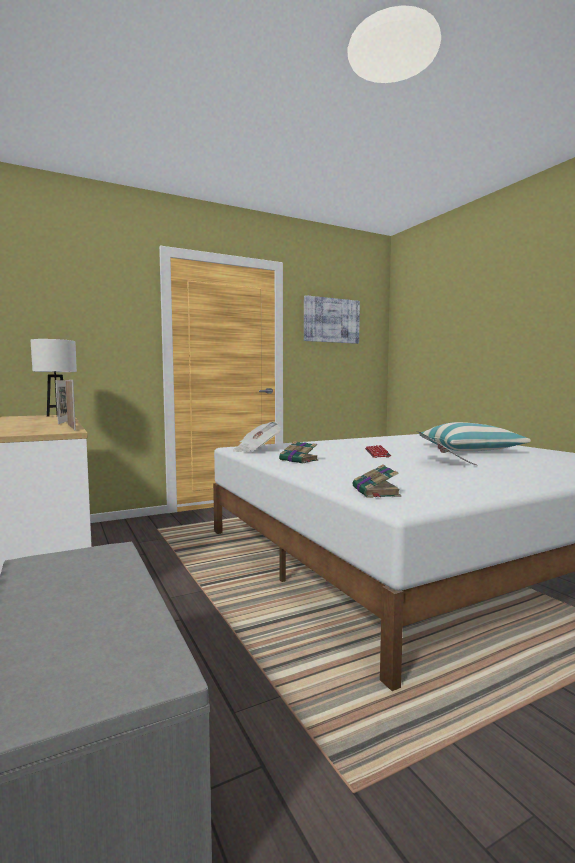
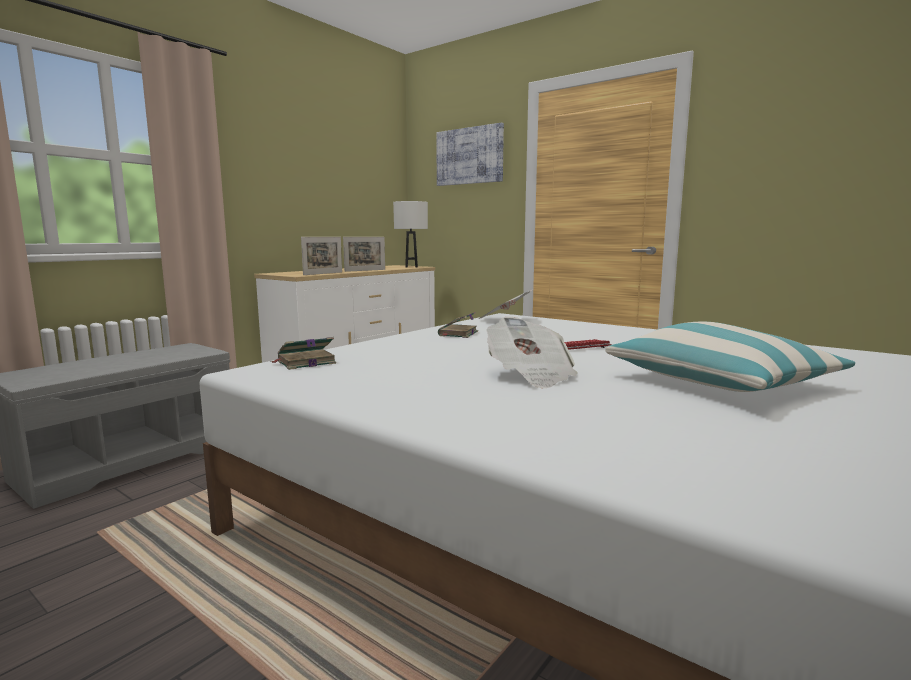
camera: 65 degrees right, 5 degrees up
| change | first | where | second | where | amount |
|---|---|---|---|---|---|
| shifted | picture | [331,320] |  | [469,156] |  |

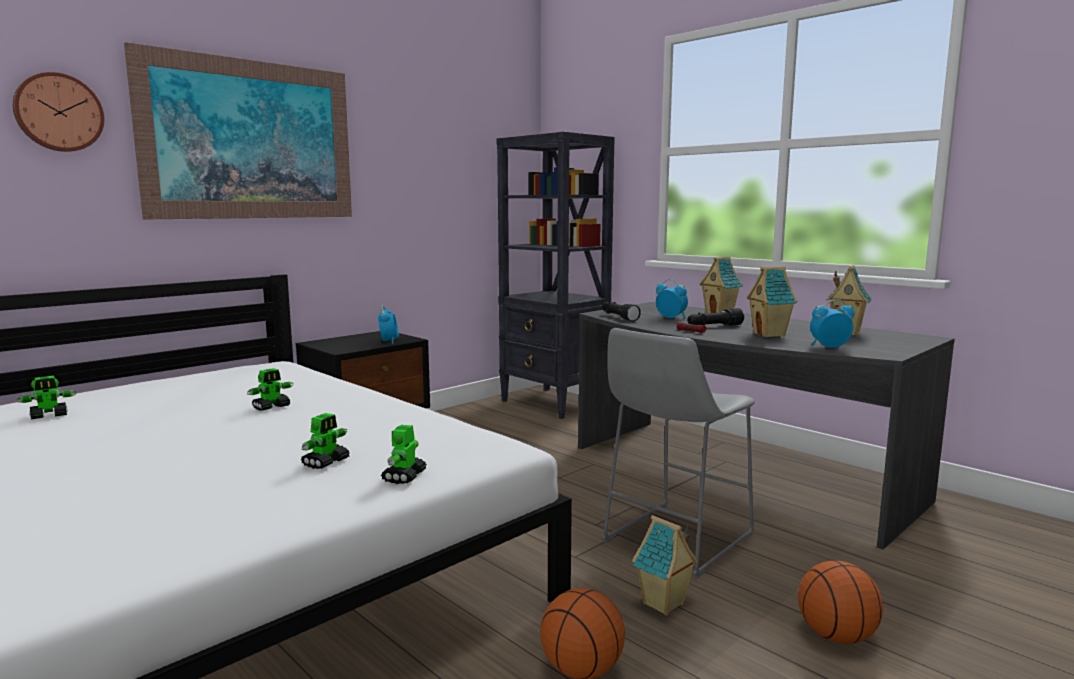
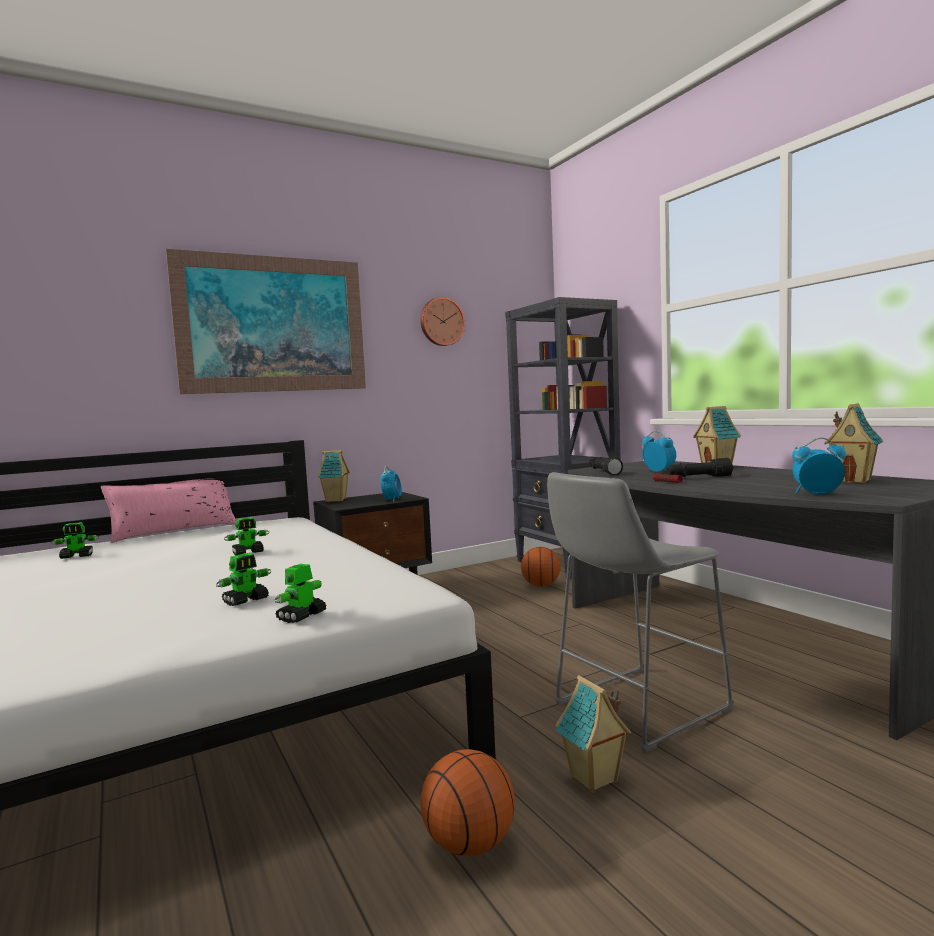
camera: 15 degrees right, 5 degrees down
| change | first | where | second | where | amount |
|---|---|---|---|---|---|
| shifted | wall clock | [58,113] |  | [441,322] |  |
| shifted | toy house | [770,334] |  | [336,500] |  |
| shifted | basketball | [836,636] |  | [541,585] |  |
| new |  |  | pink pillow | [174,530] |  |

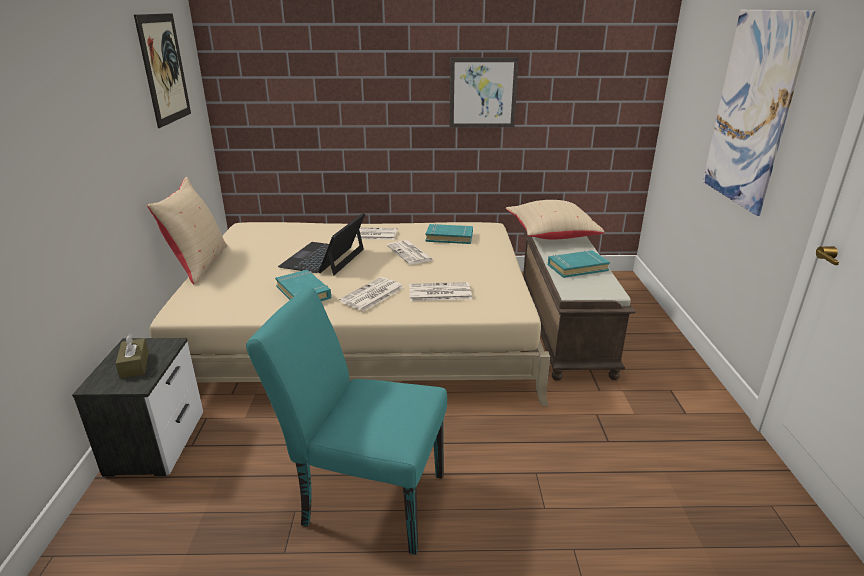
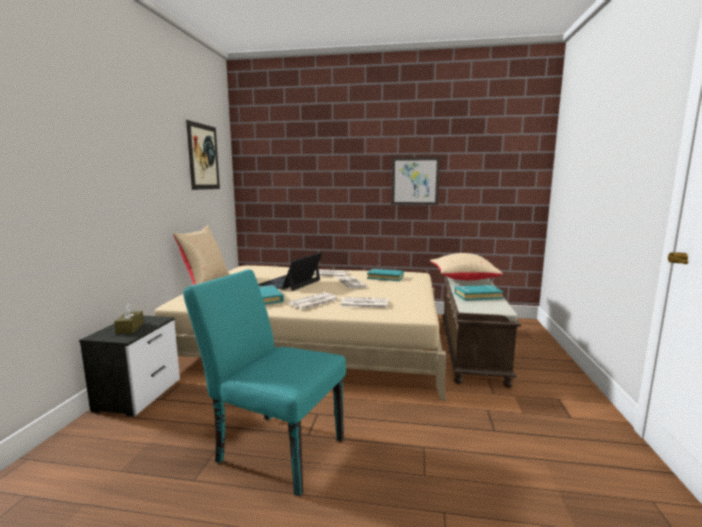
camera: 10 degrees right, 15 degrees down
| change | first | where | second | where | amount |
|---|---|---|---|---|---|
| gone | picture | [751,110] |  |  |  |

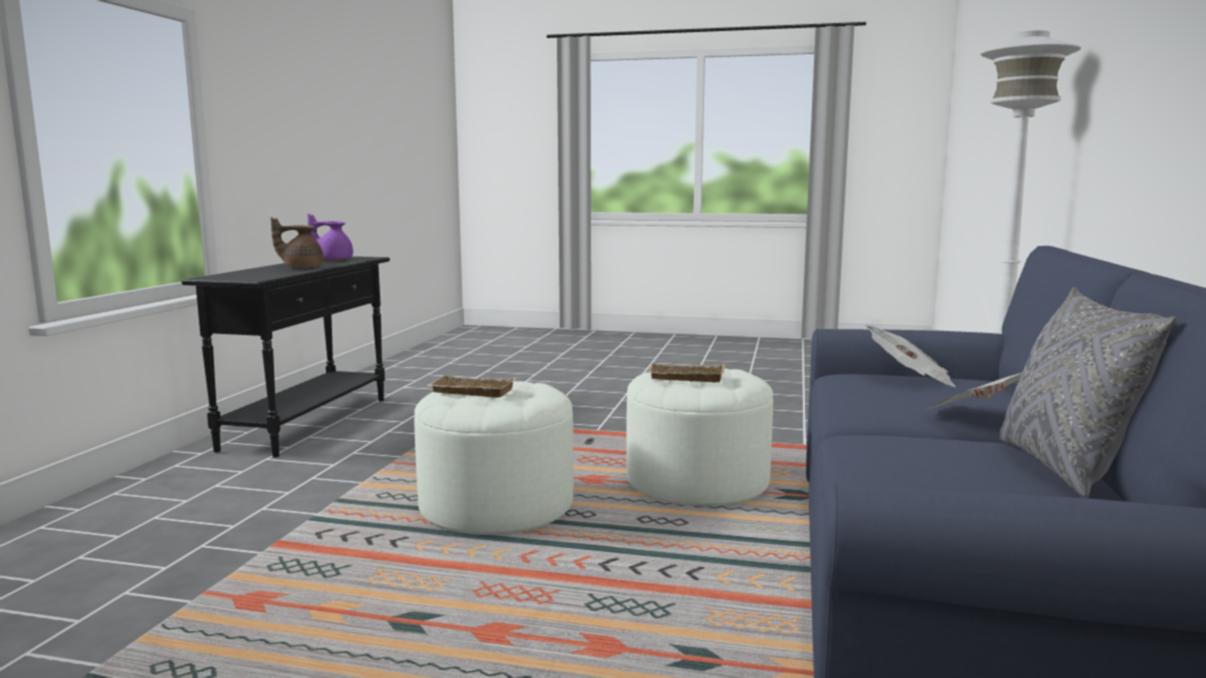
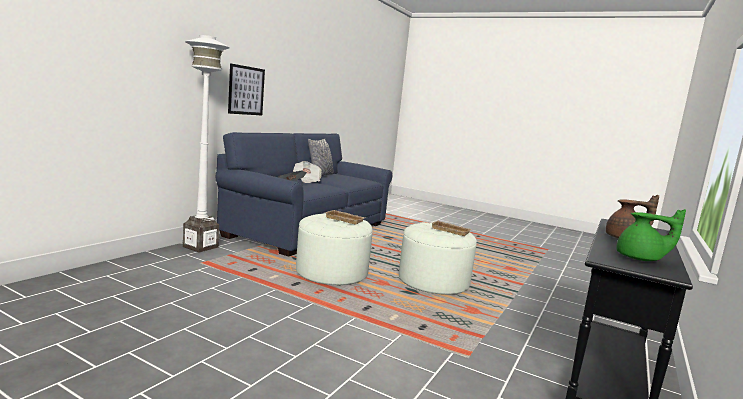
camera: 165 degrees left, 0 degrees up
| change | first | where | second | where | amount |
|---|---|---|---|---|---|
| repainted | purple teapot | [333,259] | green teapot | [640,259] |  |
| new |  |  | picture | [246,90] |  |

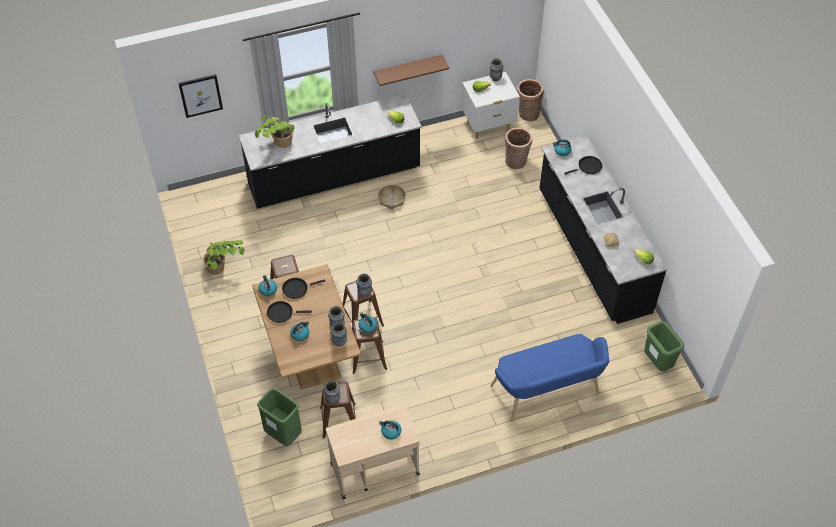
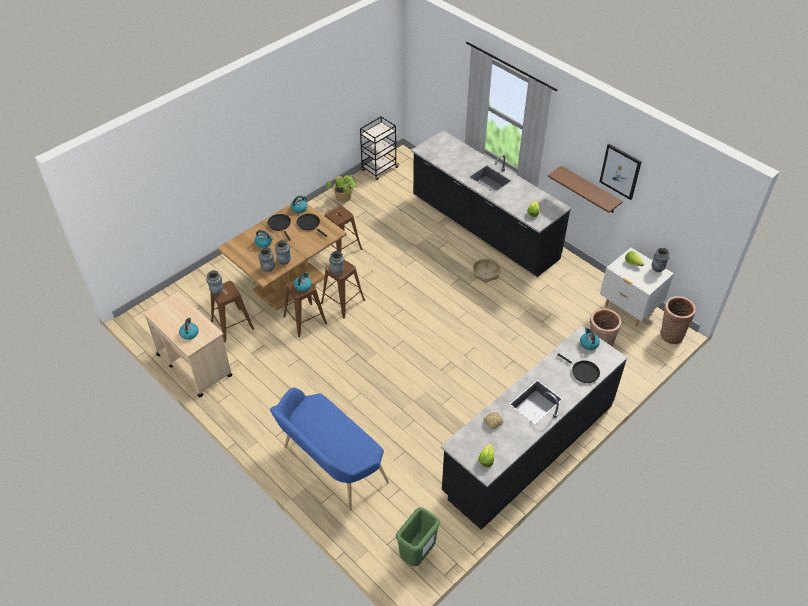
camera: 65 degrees right, 5 degrees down
| change | first | where | second | where | amount |
|---|---|---|---|---|---|
| shifted | picture | [200,95] |  | [620,171] |  |
| gone | potted plant | [277,147] |  |  |  |
| gone | green trash can | [283,434] |  |  |  |
| new |  |  | black cart | [379,169] |  |

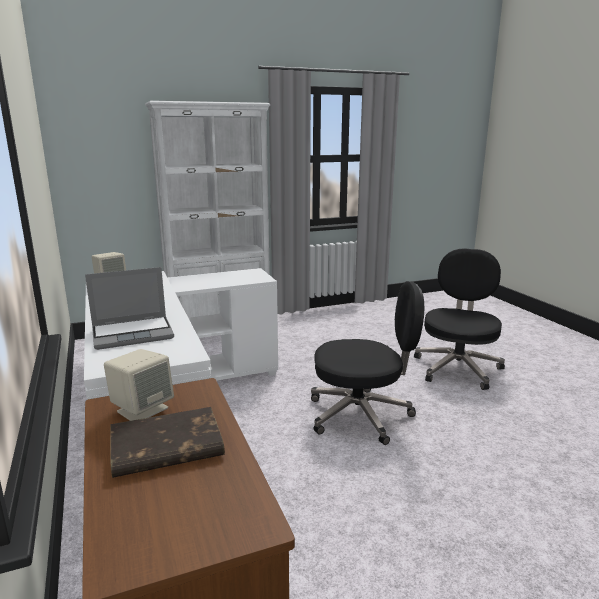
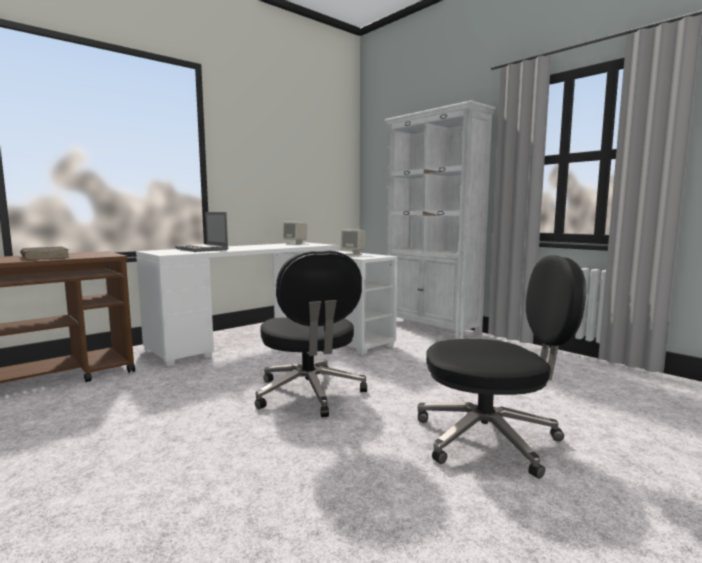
camera: 70 degrees right, 10 degrees down
| change | first | where | second | where | amount |
|---|---|---|---|---|---|
| shifted | beige speaker | [142,409] |  | [353,254] |  |

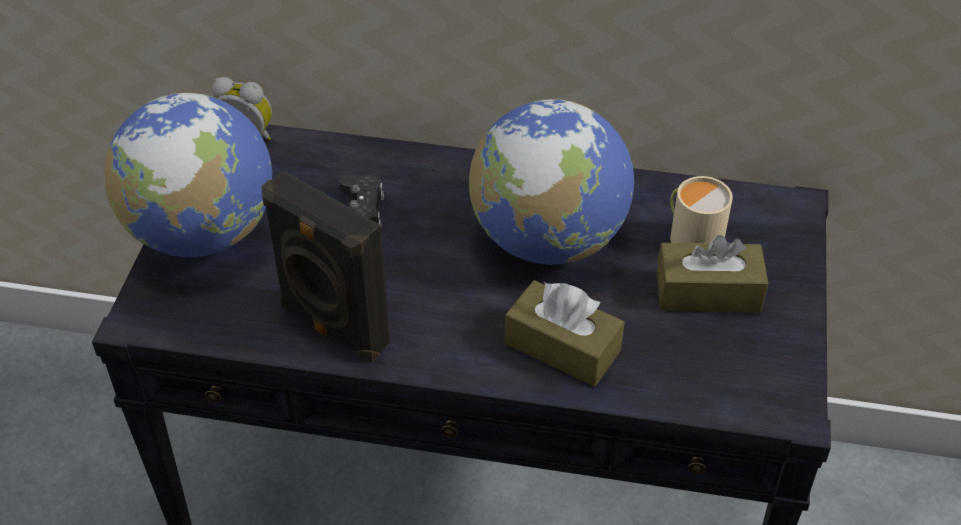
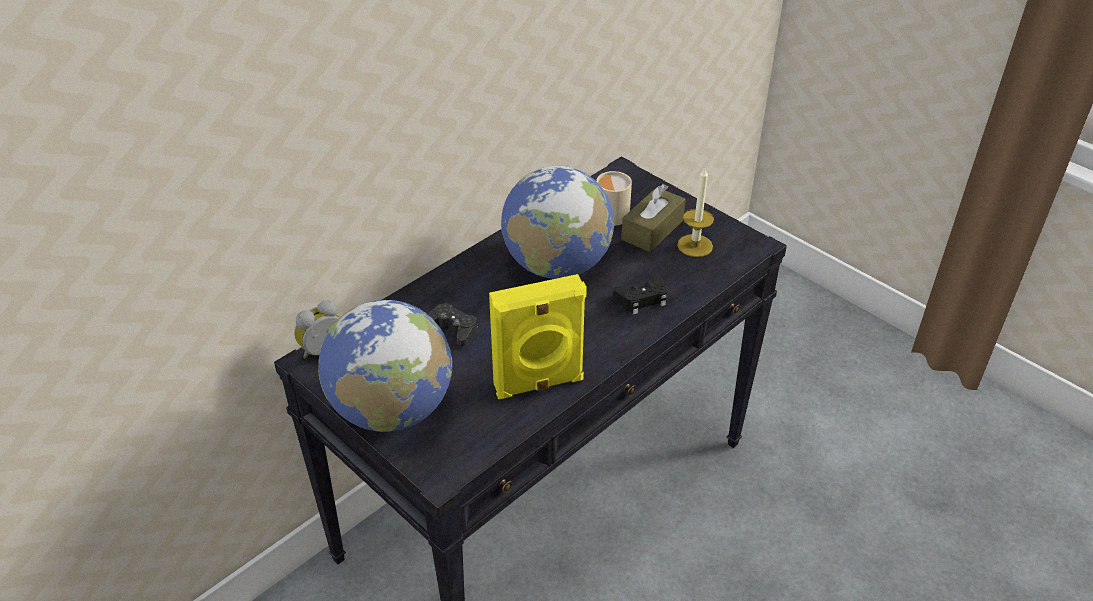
camera: 55 degrees left, 5 degrees down
| change | first | where | second | where | amount |
|---|---|---|---|---|---|
| repainted | black speaker | [332,327] | yellow speaker | [539,384] |  |
| swapped | brown tissue box | [562,347] | black game controller | [642,299] |  |
| new |  |  | candle | [695,245] |  |

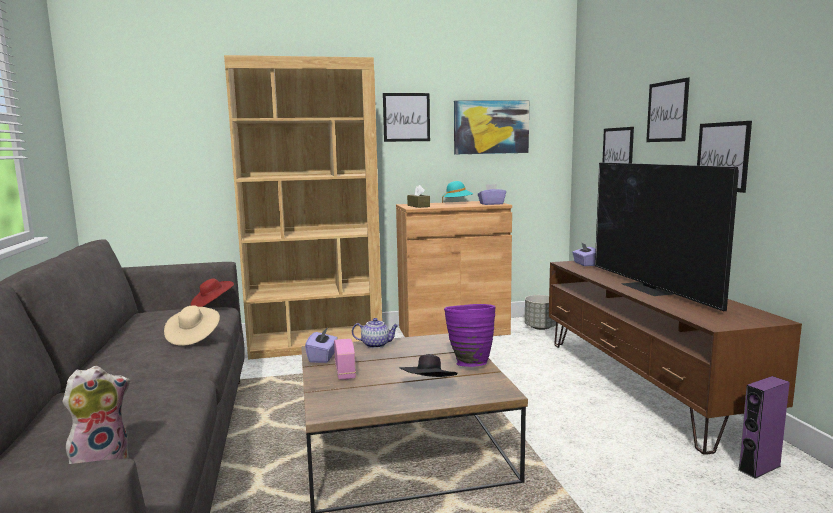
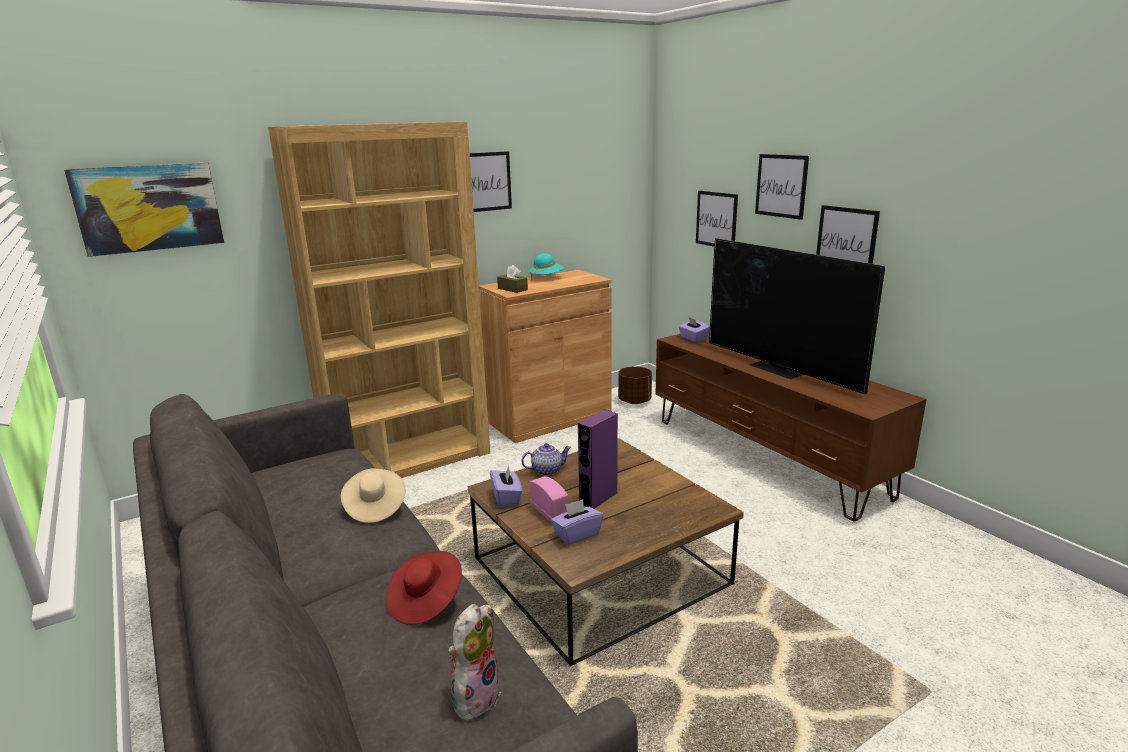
camera: 20 degrees left, 10 degrees up
| change | first | where | second | where | amount |
|---|---|---|---|---|---|
| shifted | picture | [491,127] |  | [149,208] |  |
| shifted | purple tissue box | [491,204] |  | [577,534] |  |
| shifted | red hat | [212,304] |  | [425,601] |  |
| repainted | grey planter | [540,327] | brown planter | [634,401] |  |
| gone | purple vase | [469,363] |  |  |  |
| gone | black hat | [429,386] |  |  |  |
| shifted | purple speaker | [759,468] |  | [598,498] |  |

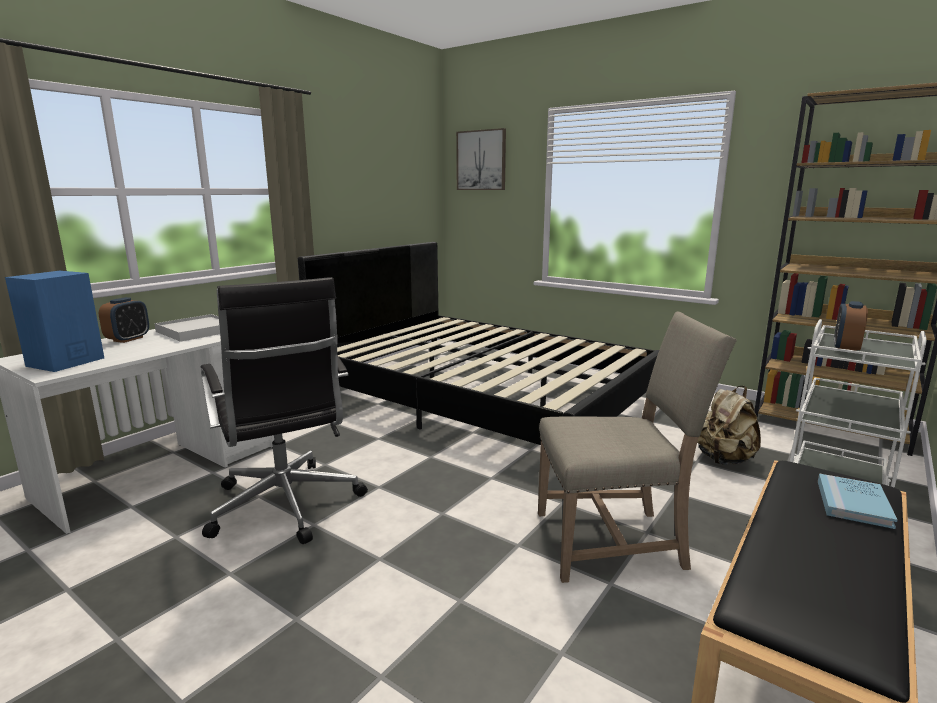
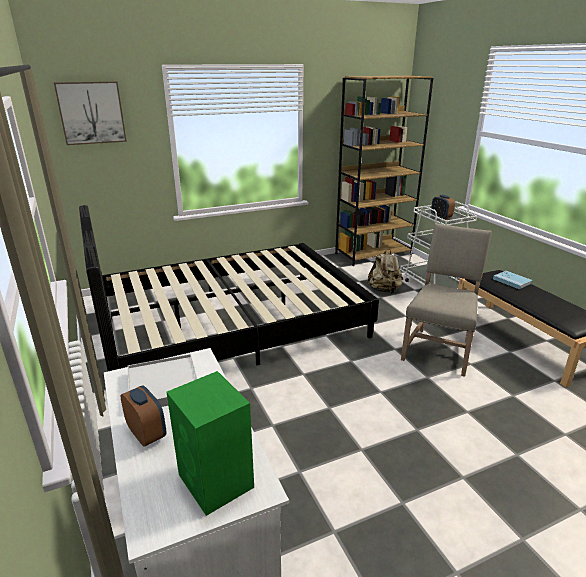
camera: 60 degrees left, 10 degrees up
| change | first | where | second | where | amount |
|---|---|---|---|---|---|
| repainted | blue speaker | [64,362] | green speaker | [216,482] |  |
| gone | black office chair | [286,506] |  |  |  |

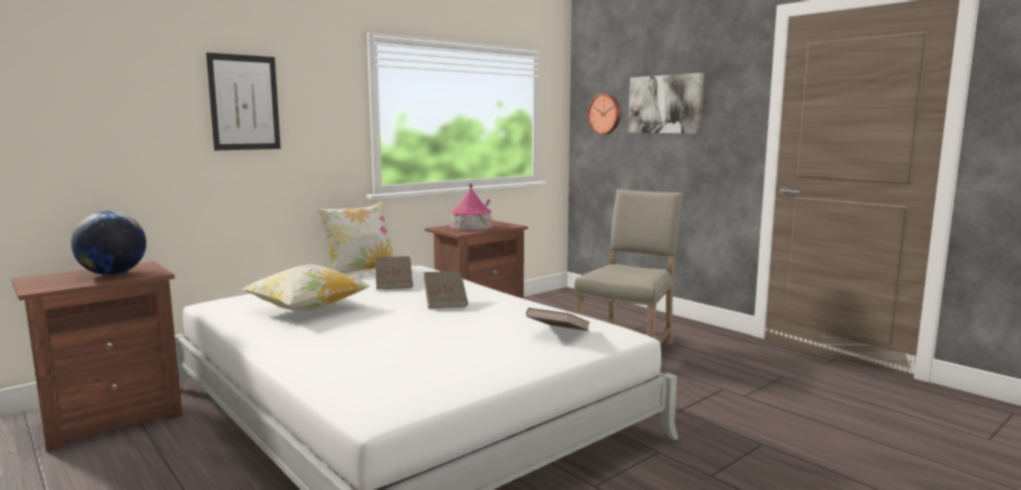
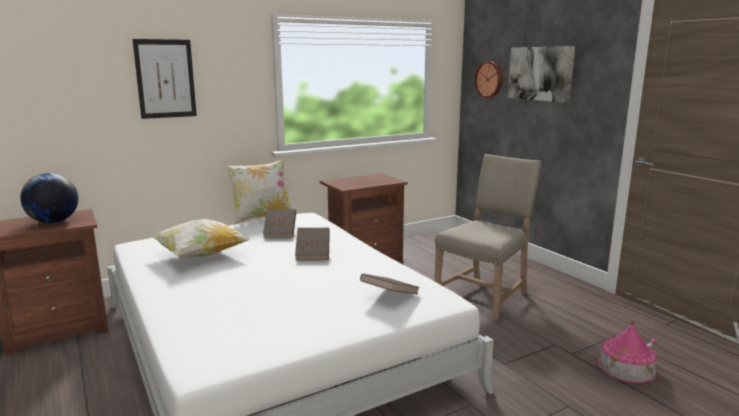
camera: 10 degrees right, 5 degrees up
| change | first | where | second | where | amount |
|---|---|---|---|---|---|
| shifted | toy house | [471,227] |  | [626,368] |  |

